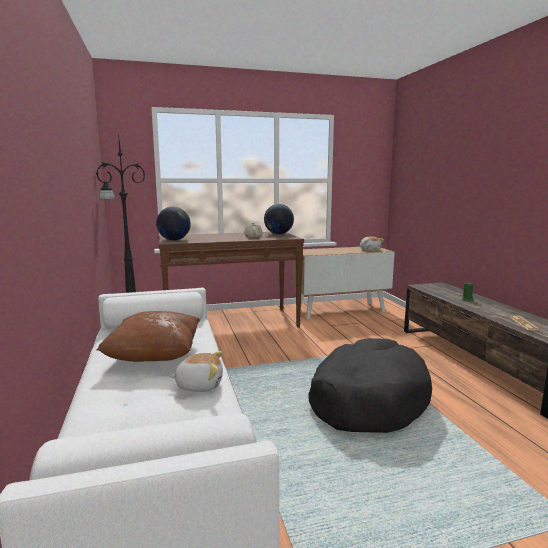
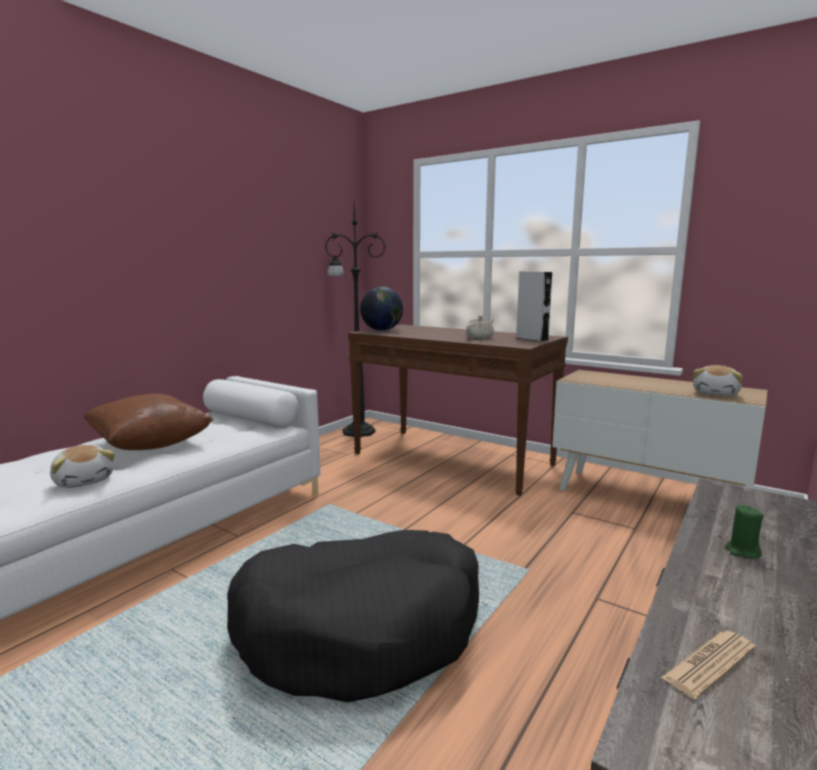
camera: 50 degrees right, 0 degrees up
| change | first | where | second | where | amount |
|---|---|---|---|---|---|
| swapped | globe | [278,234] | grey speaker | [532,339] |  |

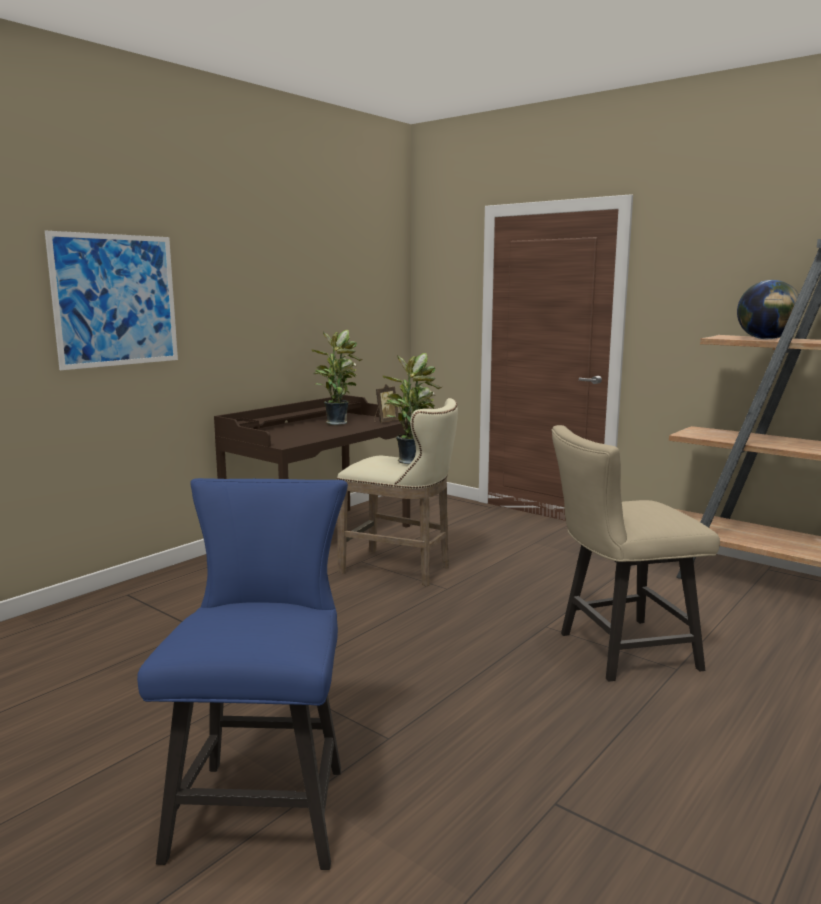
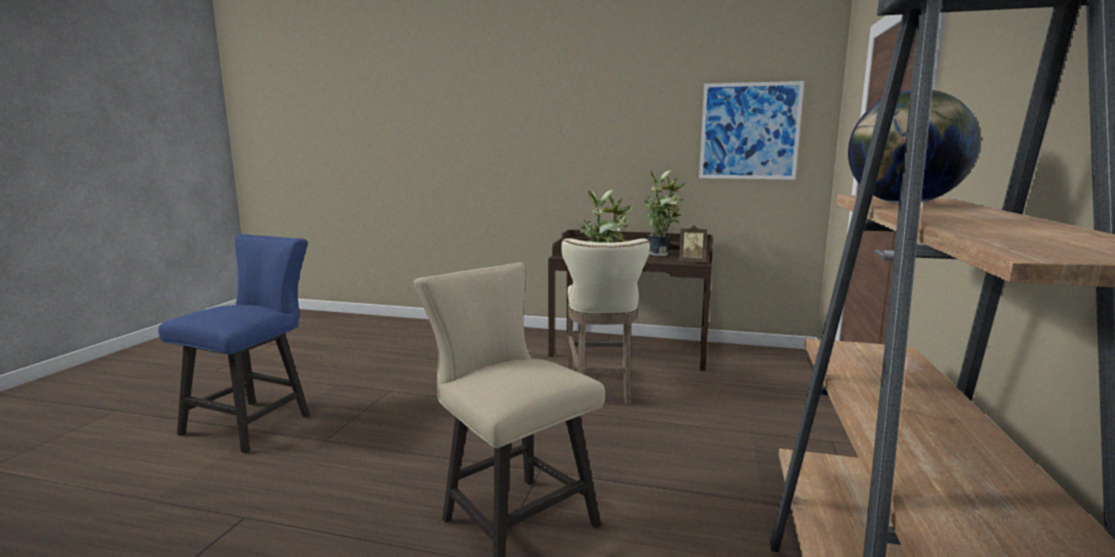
camera: 65 degrees right, 0 degrees up
| change | first | where | second | where | amount |
|---|---|---|---|---|---|
| shifted | picture | [116,300] |  | [749,131] |  |
| rotated | blue chair | [264,803] |  | [255,421] | 45 degrees counterclockwise |

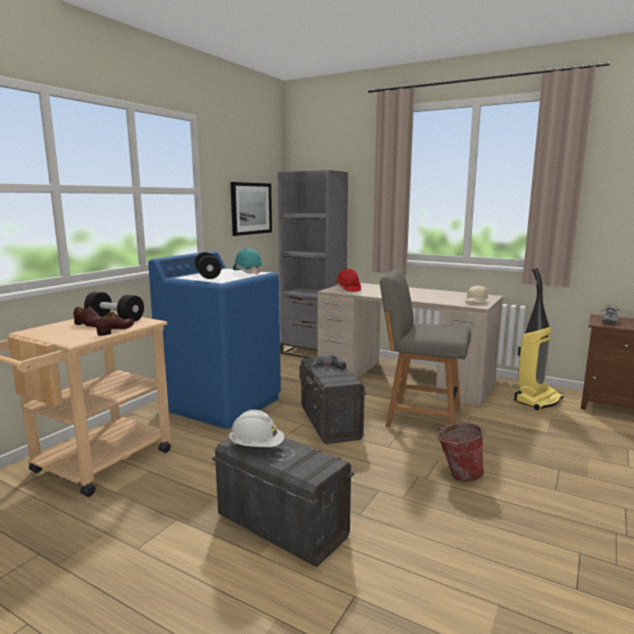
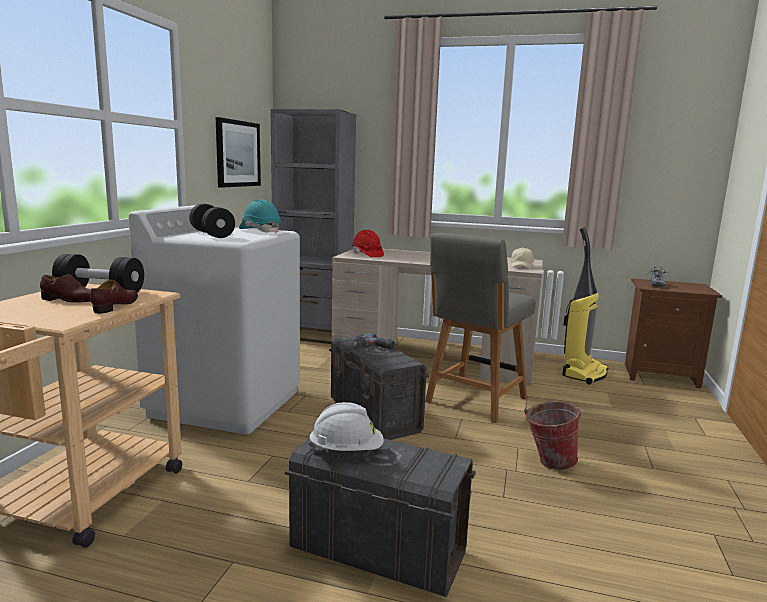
camera: 15 degrees left, 0 degrees up
| change | first | where | second | where | amount |
|---|---|---|---|---|---|
| repainted | blue washing machine | [222,403] | white washing machine | [226,402] |  |
| rotated | grey chair | [420,417] |  | [474,401] | 60 degrees counterclockwise |

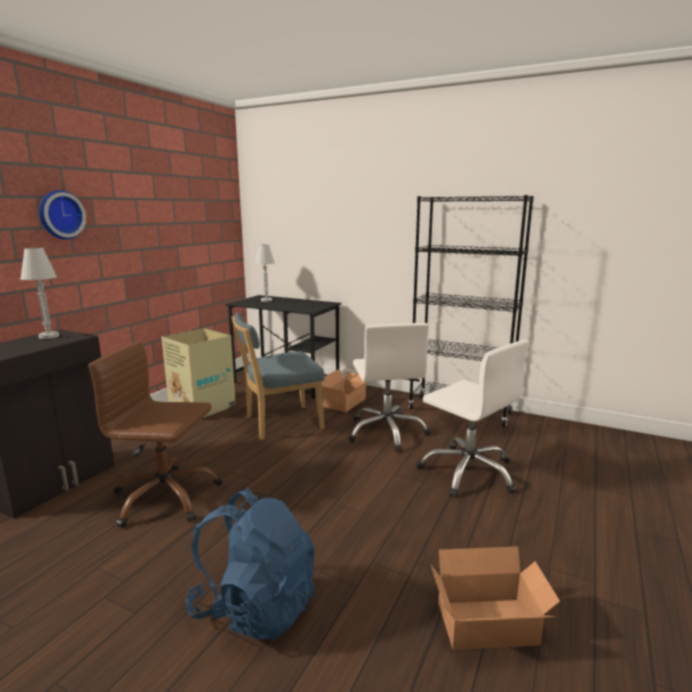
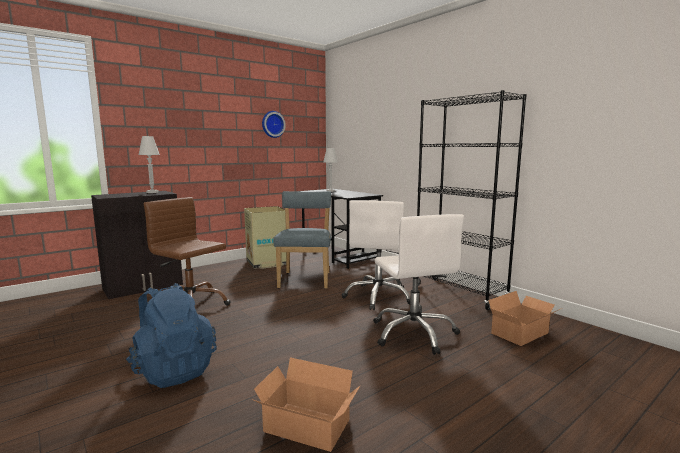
camera: 25 degrees right, 5 degrees down
| change | first | where | second | where | amount |
|---|---|---|---|---|---|
| shifted | wall clock | [60,215] |  | [272,124] |  |
| rotated | blue chair | [279,423] |  | [305,279] | 90 degrees clockwise |
| shifted | cardboard box | [346,402] |  | [522,333] |  |

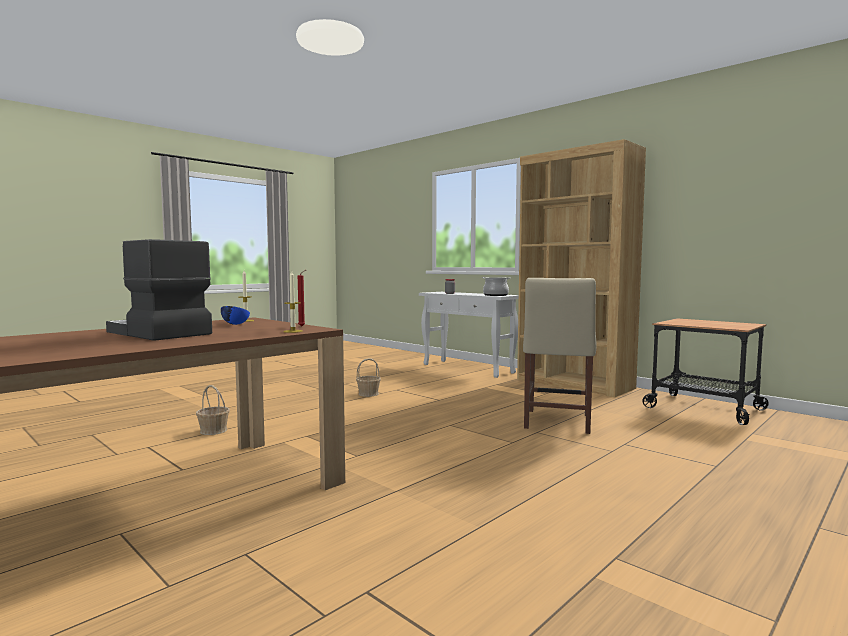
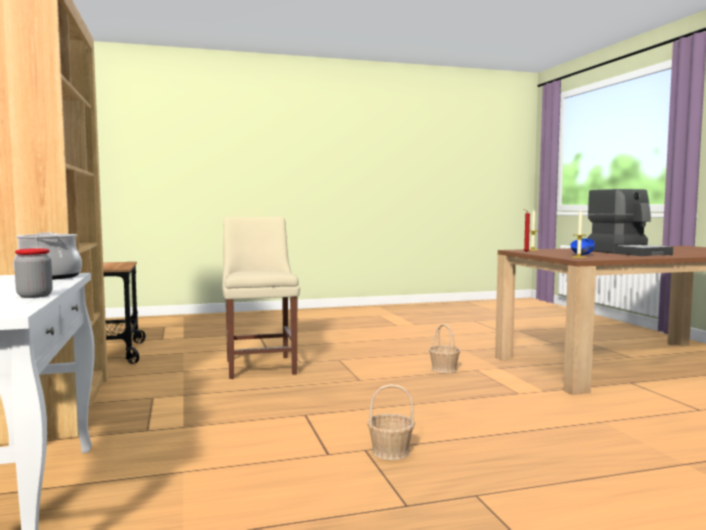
camera: 150 degrees left, 0 degrees up
| change | first | where | second | where | amount |
|---|---|---|---|---|---|
| rotated | beige chair | [556,422] |  | [260,366] | 60 degrees counterclockwise |
| shifted | basket | [213,431] |  | [444,369] |  |

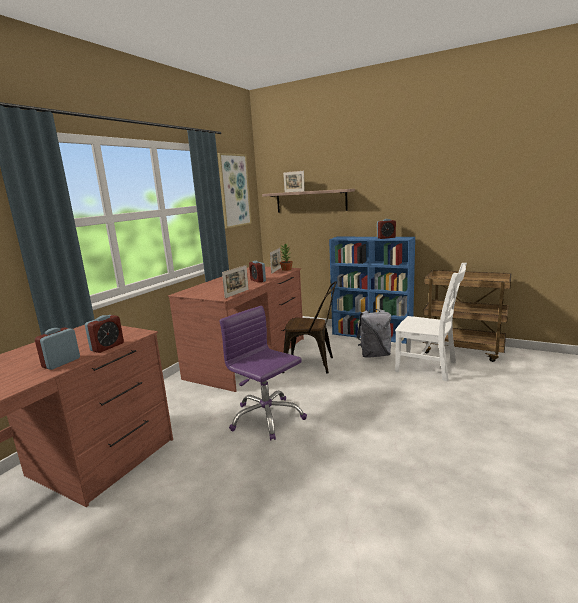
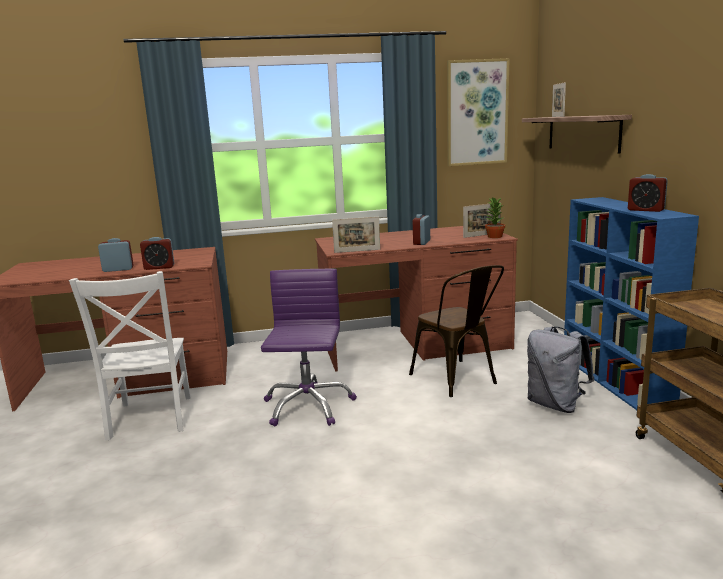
camera: 50 degrees right, 0 degrees up
| change | first | where | second | where | amount |
|---|---|---|---|---|---|
| shifted | white chair | [429,367] |  | [150,419] |  |

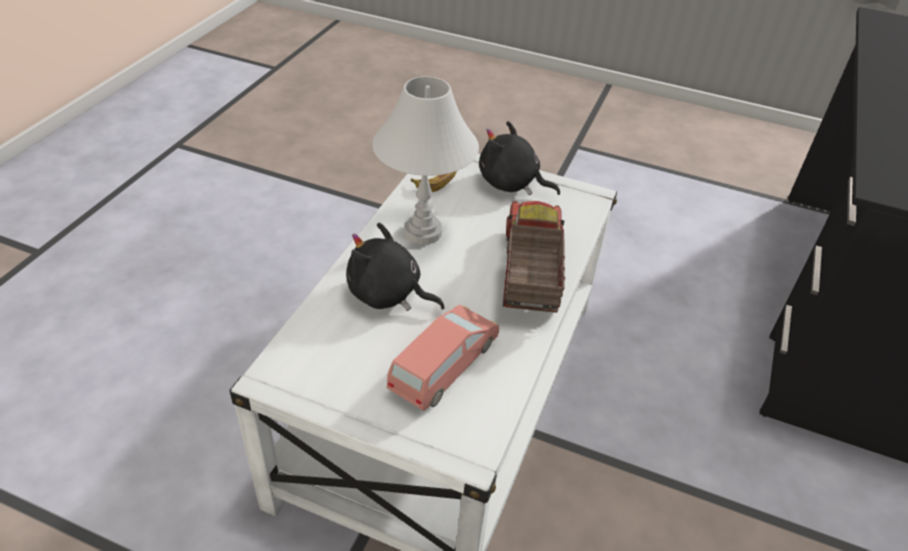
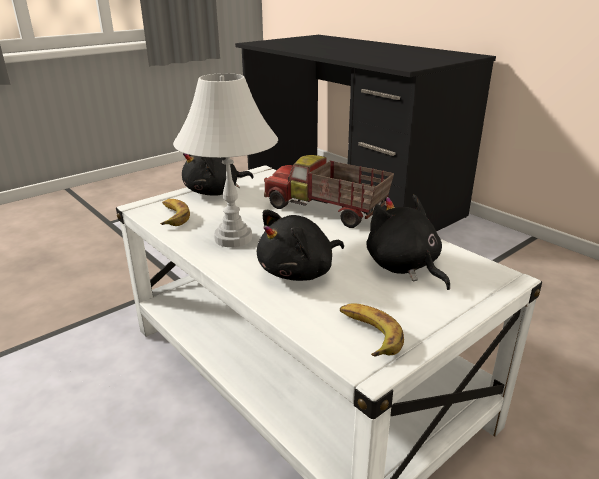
camera: 60 degrees left, 15 degrees down
| change | first | where | second | where | amount |
|---|---|---|---|---|---|
| swapped | pink toy car | [443,366] | black plush toy | [404,267] |  |
| new |  |  | banana | [368,334] |  |

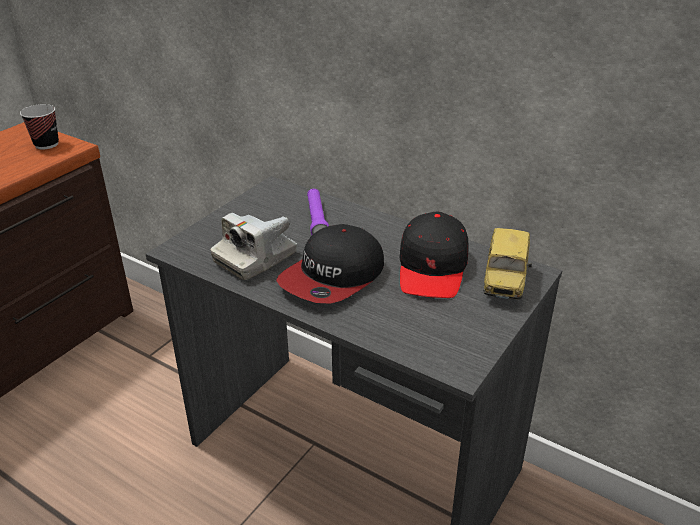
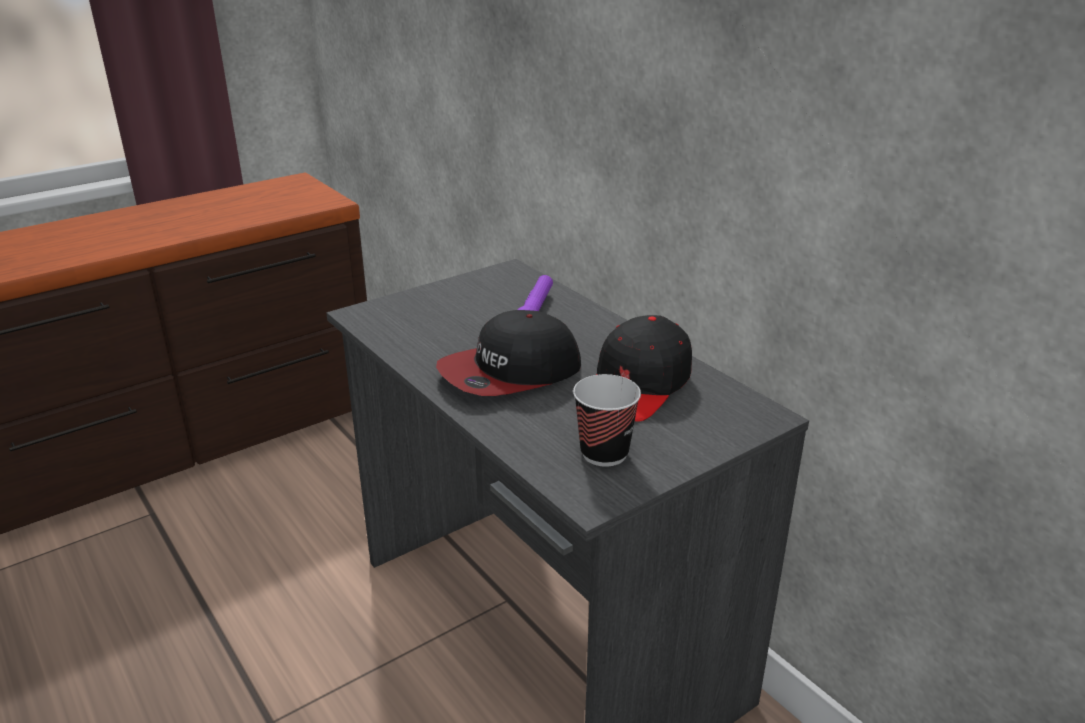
camera: 20 degrees right, 5 degrees down
| change | first | where | second | where | amount |
|---|---|---|---|---|---|
| shifted | cup | [46,144] |  | [604,453] |  |
| gone | photo camera | [255,258] |  |  |  |
| gone | toy car | [505,283] |  |  |  |

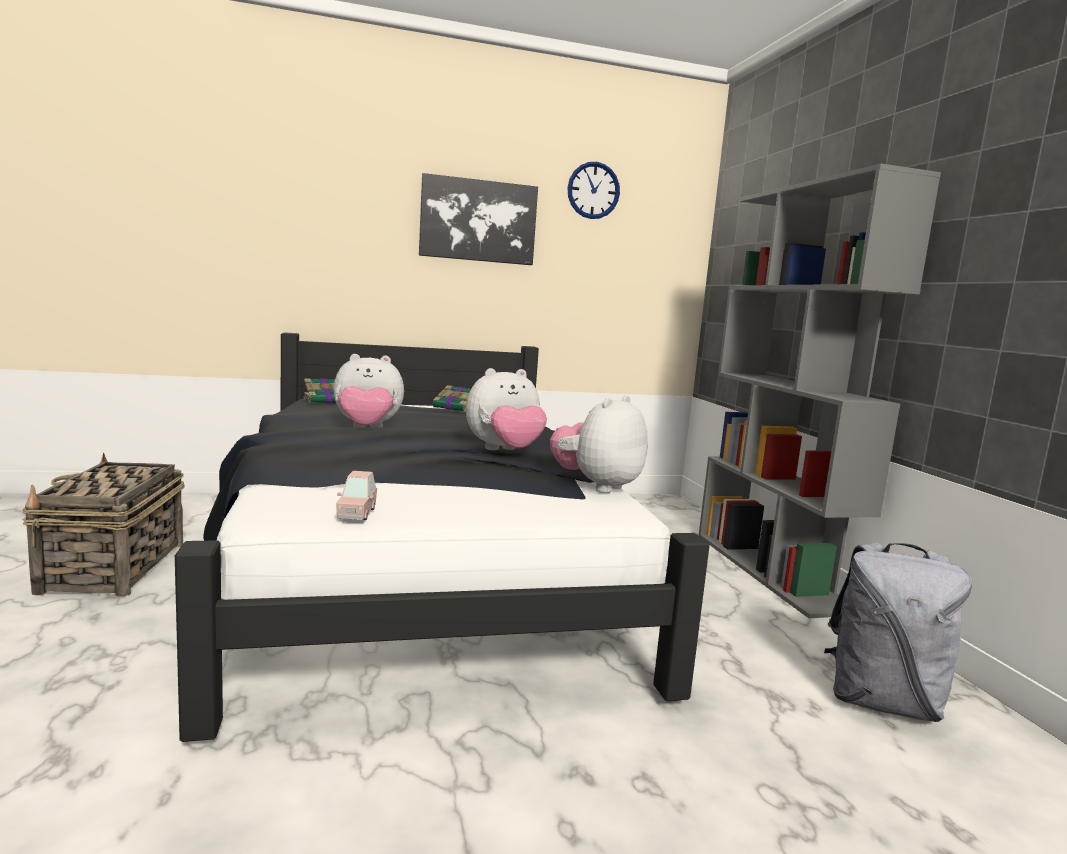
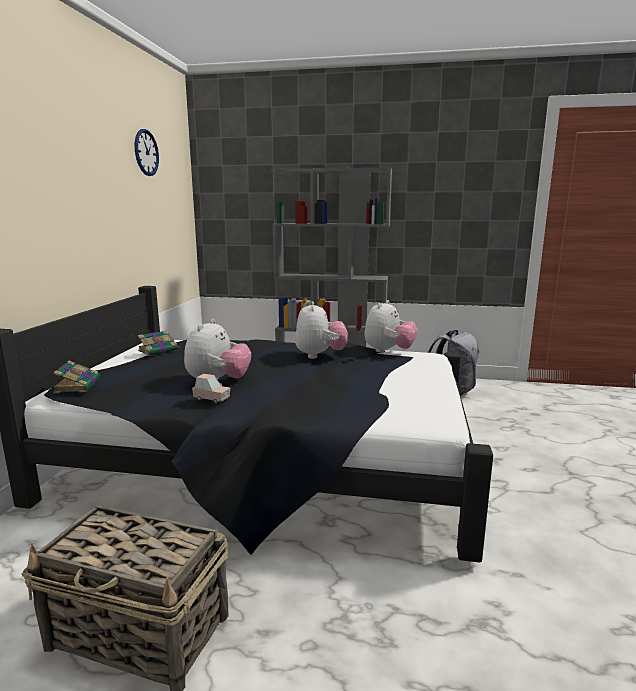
camera: 65 degrees left, 5 degrees up
| change | first | where | second | where | amount |
|---|---|---|---|---|---|
| gone | picture | [478,221] |  |  |  |
| rotated | plush toy | [597,486] |  | [388,351] | 120 degrees counterclockwise |
| shifted | pink toy car | [356,513] |  | [212,398] |  |

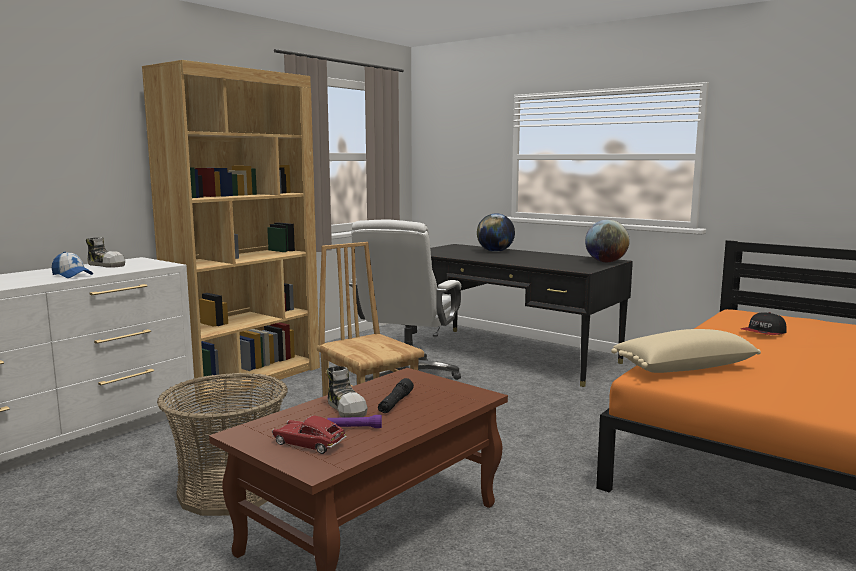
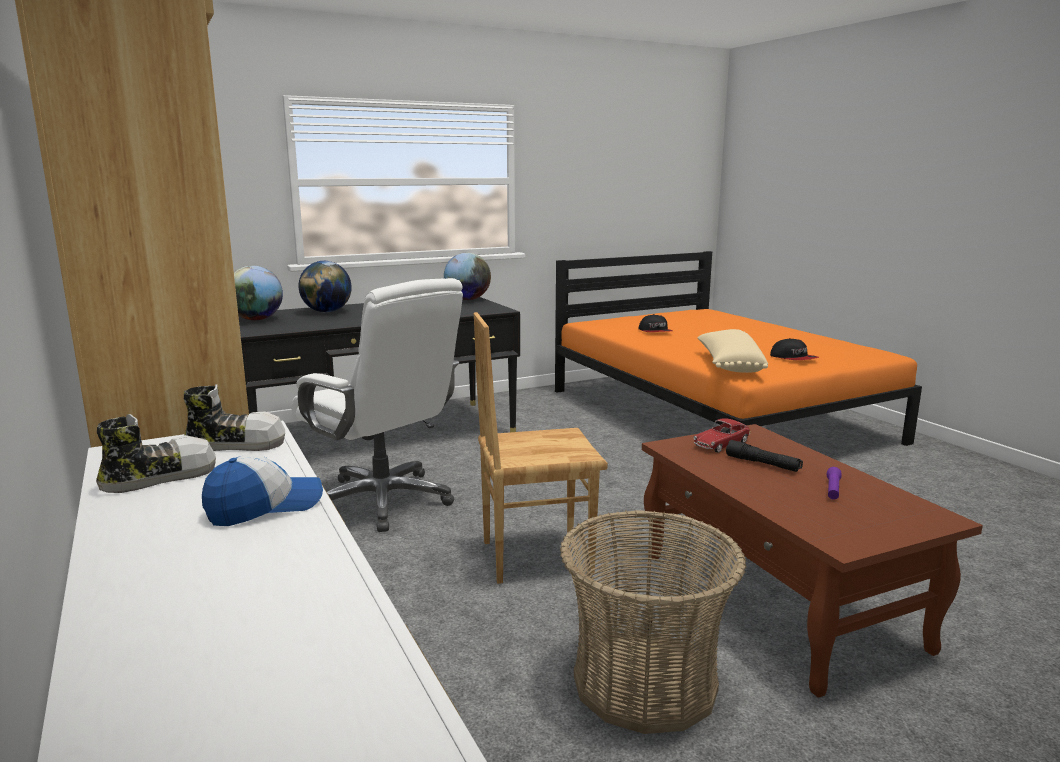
camera: 65 degrees left, 5 degrees up
| change | first | where | second | where | amount |
|---|---|---|---|---|---|
| shifted | shoe | [347,408] |  | [236,444] |  |
| shifted | toy car | [309,444] |  | [721,444] |  |
| new |  |  | globe | [256,319] |  |
| new |  |  | cap | [793,358] |  |

